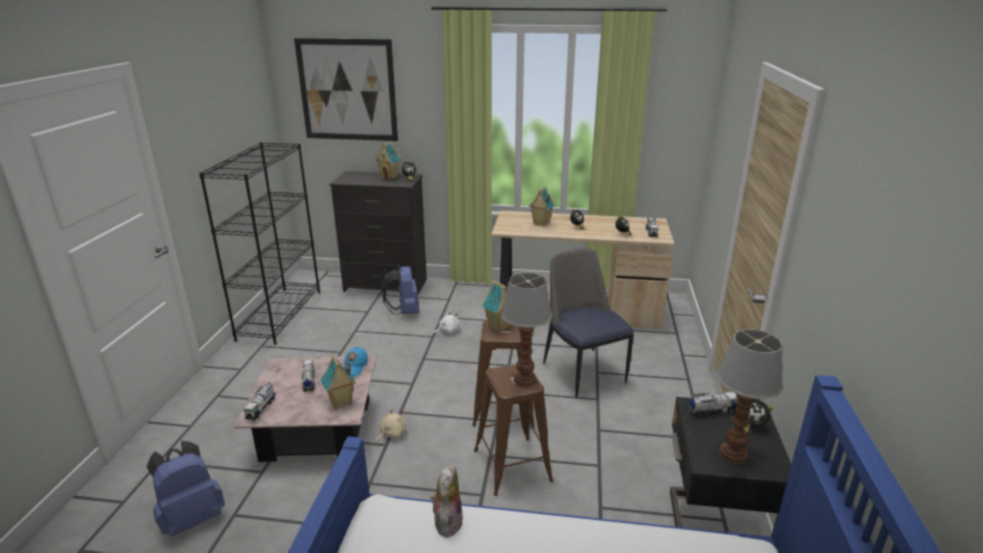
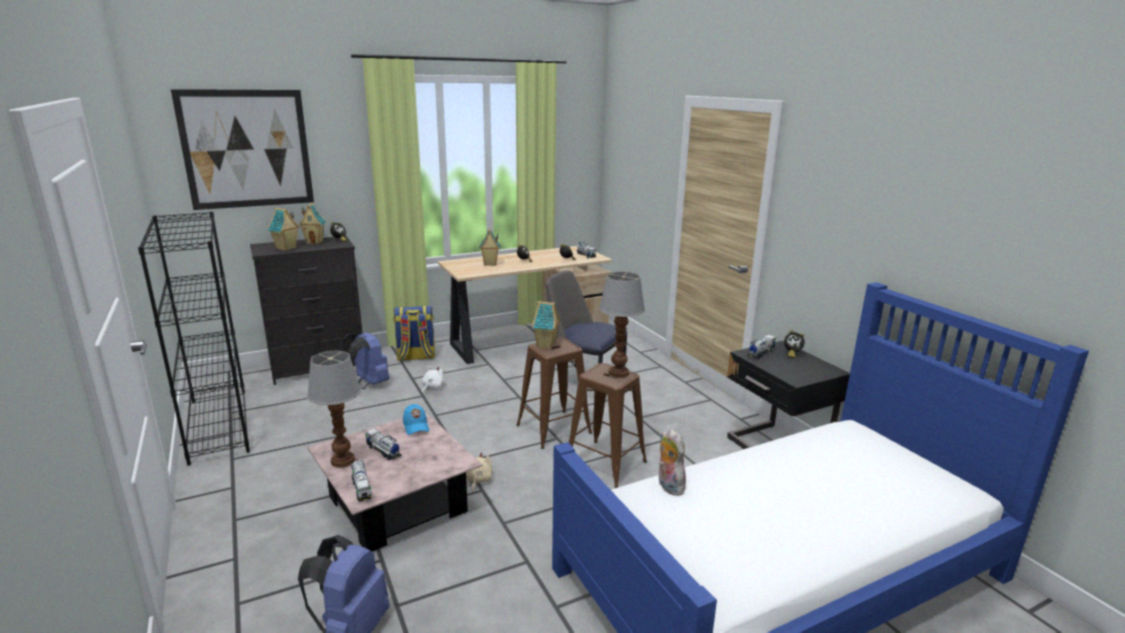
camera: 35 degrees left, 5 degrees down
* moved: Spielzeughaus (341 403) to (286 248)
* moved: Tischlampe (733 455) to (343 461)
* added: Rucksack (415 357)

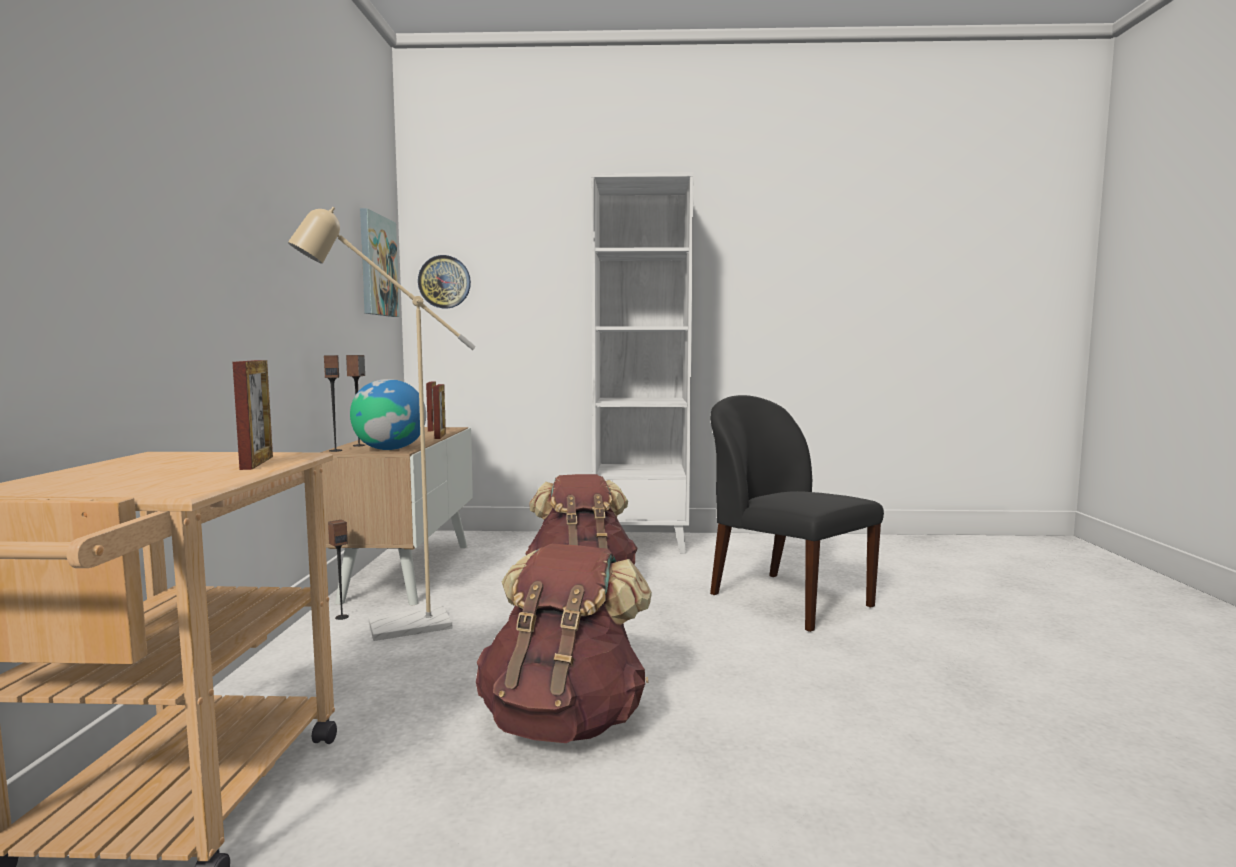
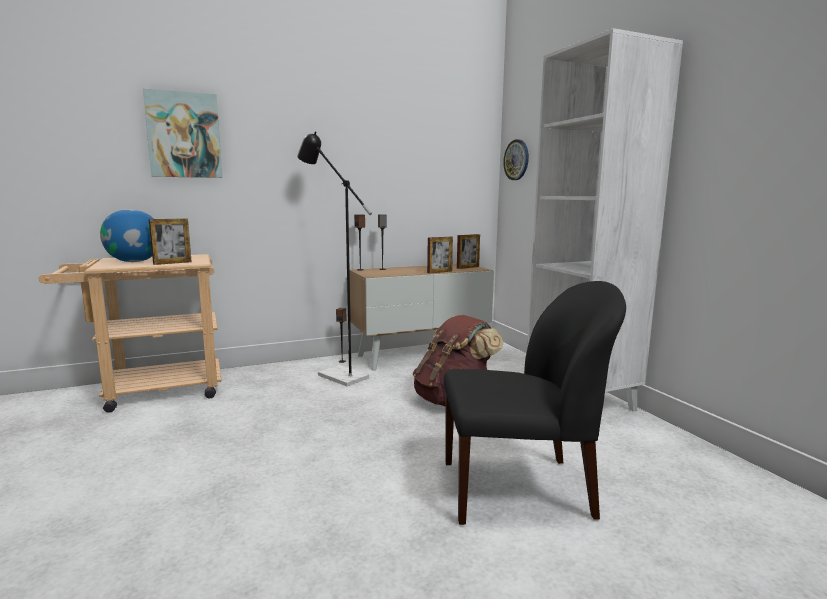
camera: 65 degrees right, 5 degrees up
* recoloured: Stehlampe [beige] (393 628) to Stehlampe [schwarz] (336 374)
* moved: Globus (389 449) to (134 261)
* moved: Bild (377 266) to (184 135)
* removed: Rucksack [braun] (564 721)
* turned: Stuhl [schwarz] (787 600) = (519 489) 60 degrees clockwise

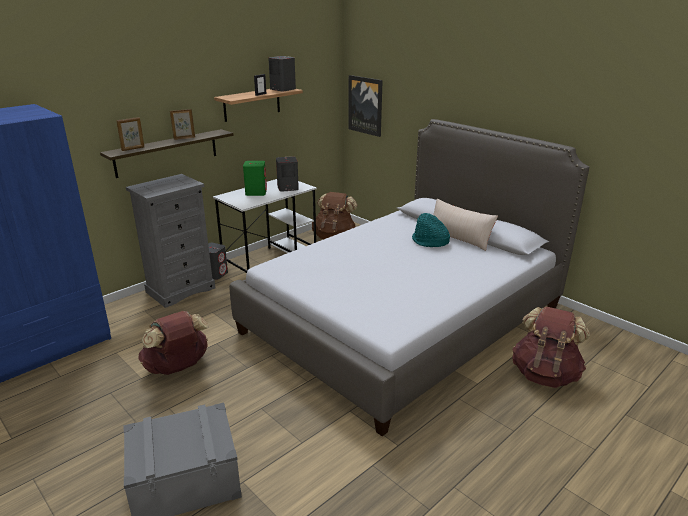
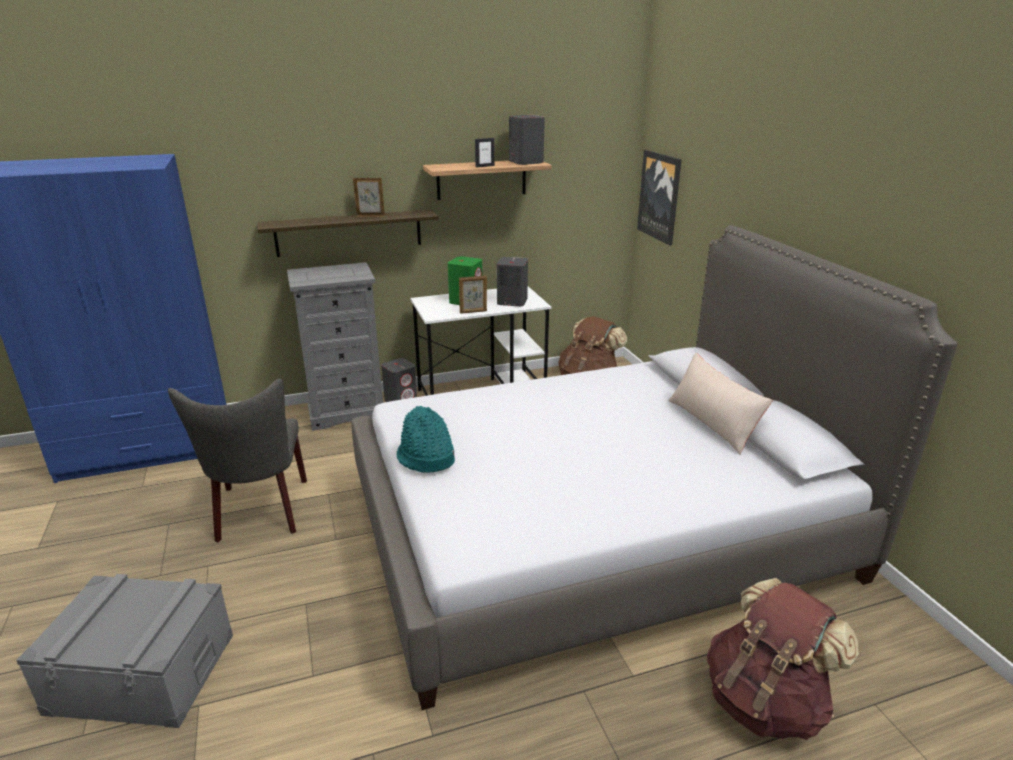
camera: 25 degrees right, 0 degrees up
* moved: Bilderrahmen (133 149) to (473 312)
* replaced: Rucksack [braun] (177 367) to Stuhl [grau] (261 513)
* moved: Hut [türkis] (430 242) to (425 458)

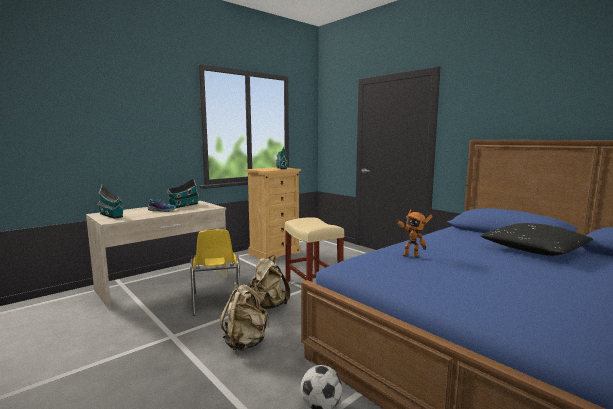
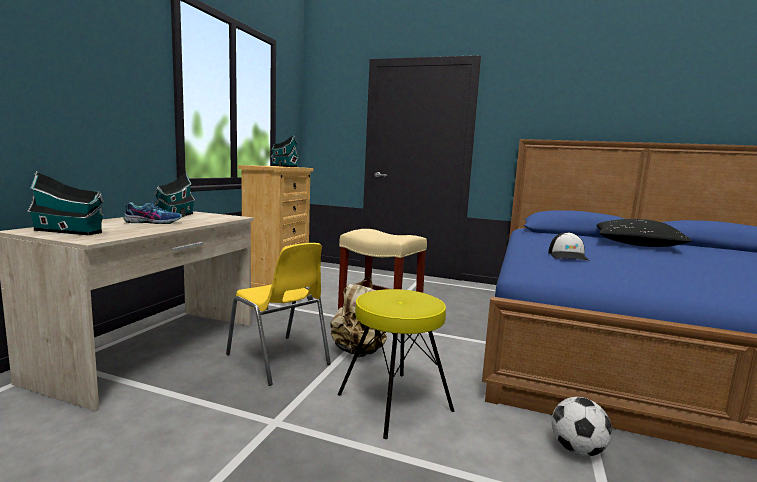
camera: 30 degrees left, 0 degrees up
* replaced: Rucksack [beige] (246 342) to Hocker [gelb] (393 402)
* replaced: Spielzeugroboter (410 255) to Kappe (568 256)

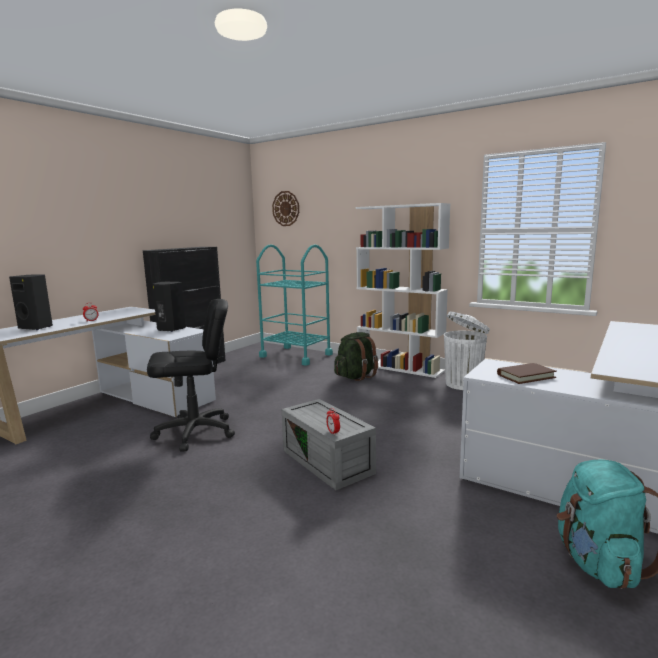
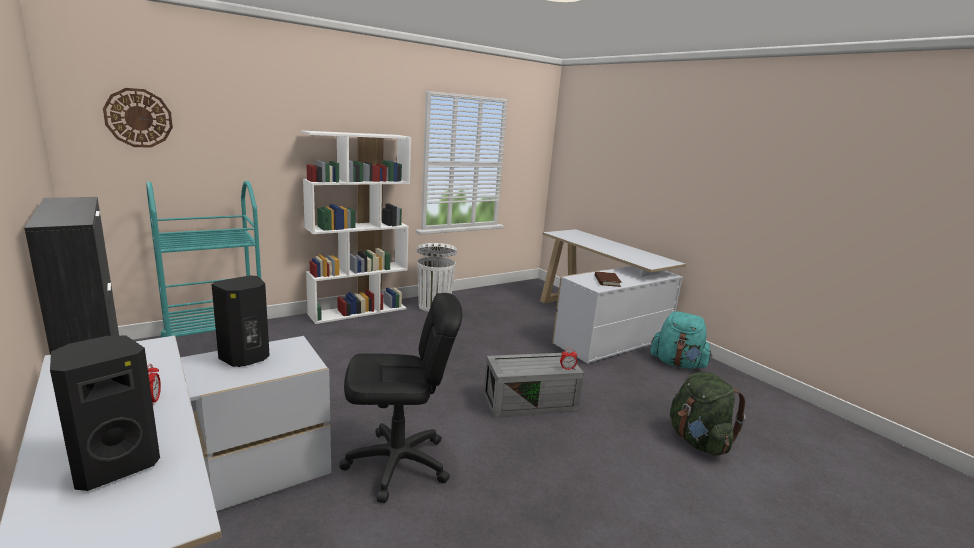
camera: 70 degrees left, 5 degrees up
* turned: Bürostuhl [schwarz] (195 432) = (398 464) 75 degrees clockwise
* moved: Rucksack [grün] (356 376) to (698 441)

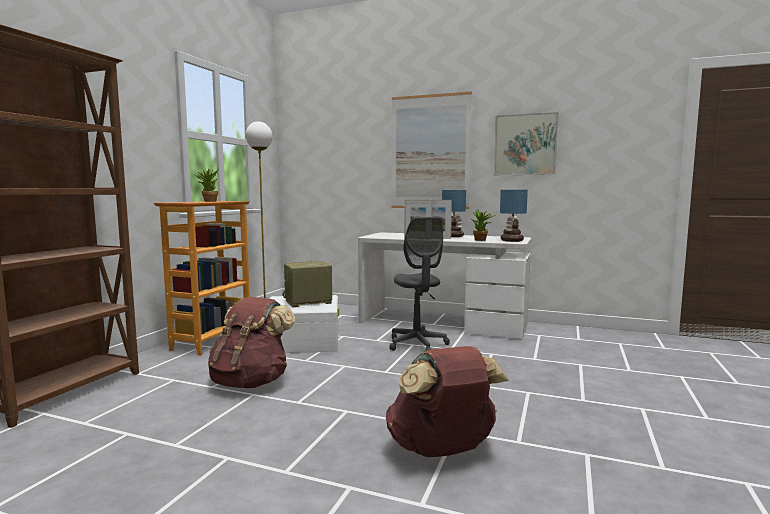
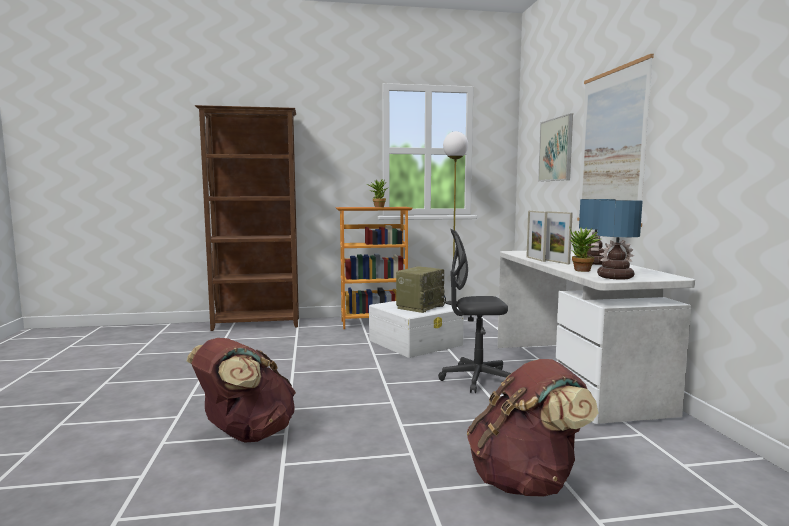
camera: 60 degrees right, 0 degrees up
* moved: Rucksack [braun] (251 382) to (526 481)
* turned: Radio (307 302) = (420 306) 90 degrees clockwise
* turned: Bürostuhl [grau] (417 344) = (476 379) 45 degrees clockwise
* moved: Bild (525 144) to (556 149)

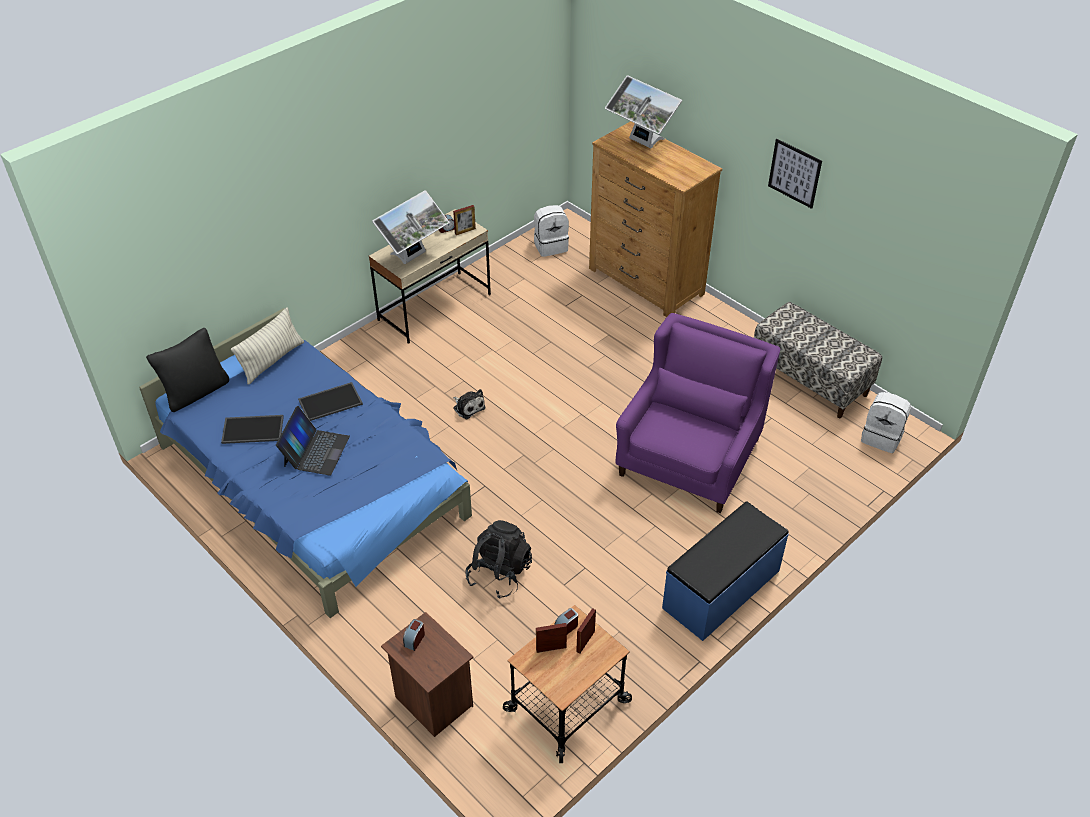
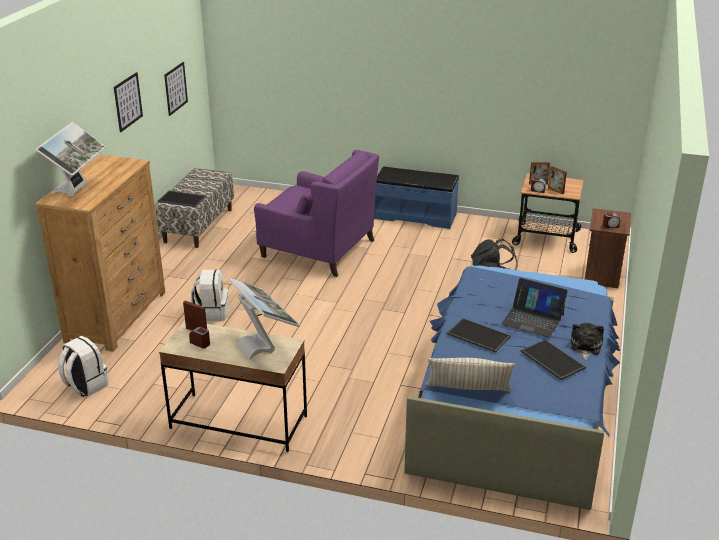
camera: 120 degrees left, 15 degrees down
* removed: Kissen [schwarz] (196 392)
* turned: Laptop (315 451) = (533 319) 135 degrees counterclockwise
* turned: Monitor (414 257) = (264 345) 45 degrees clockwise
* moved: Plüschtier (468 407) to (585 347)
* turned: Sessel [lila] (689 457) = (318 248) 150 degrees counterclockwise
* moved: Rucksack [weiß] (882 437) to (212 313)
* added: Tablett (183 199)
* added: Bild (175 88)

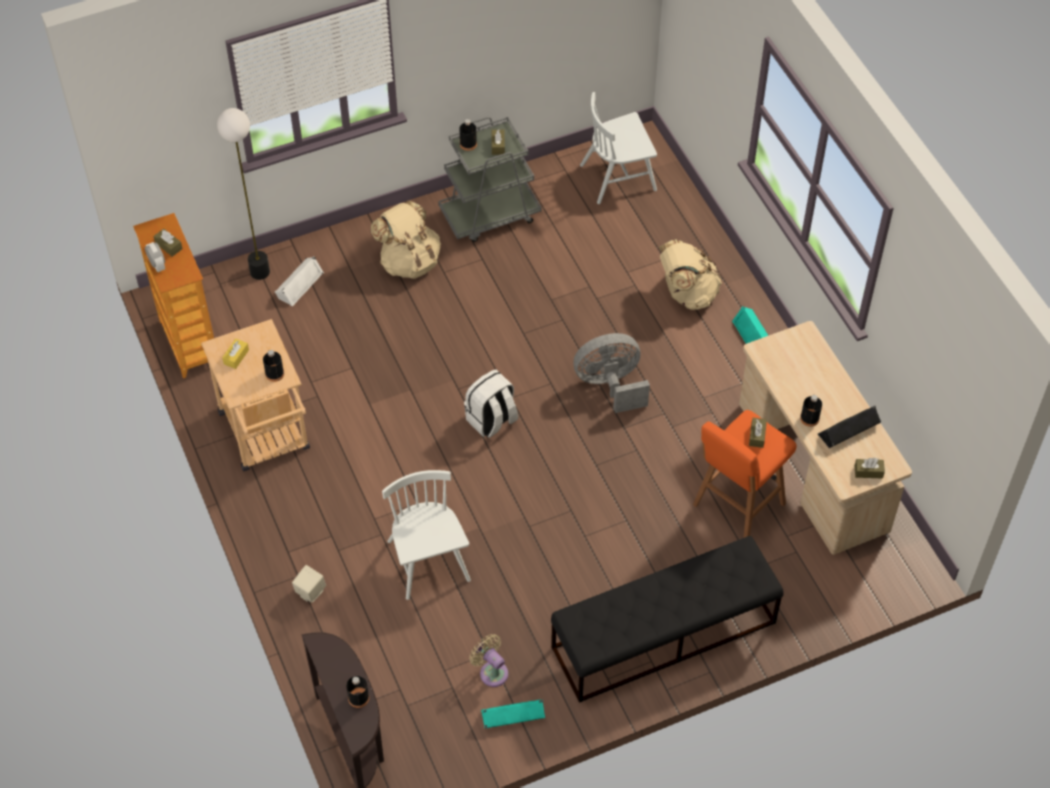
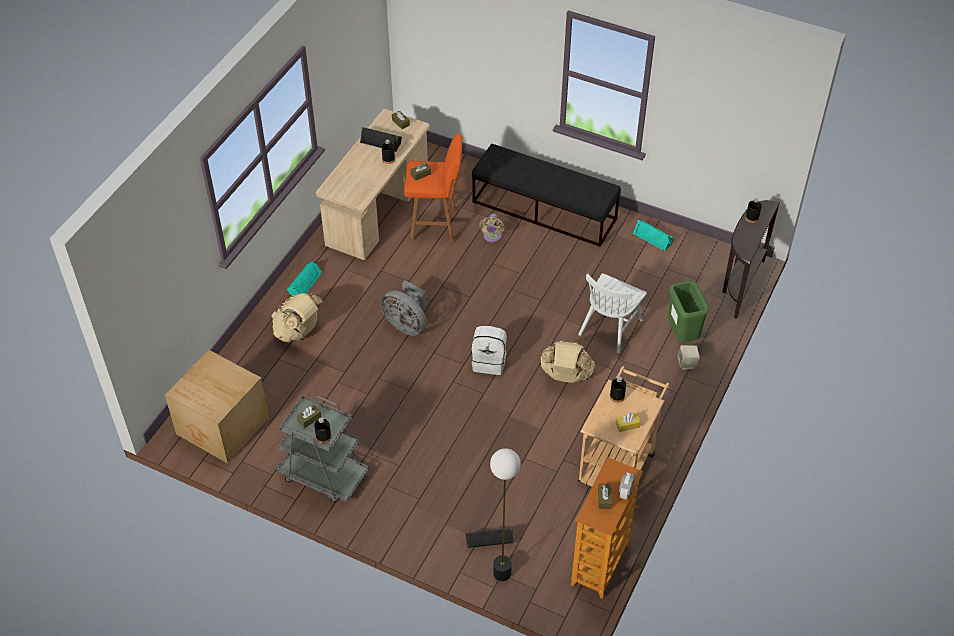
camera: 130 degrees left, 5 degrees down
* recoloured: Lautsprecher [weiß] (299 284) to Lautsprecher [schwarz] (489 540)
* moved: Rucksack [beige] (409 261) to (566 375)
* moved: Ventilator [beige] (491 671) to (492 237)
* replaced: Stuhl [weiß] (618 177) to Karton (223 427)
* added: Mülleimer [grün] (683 335)

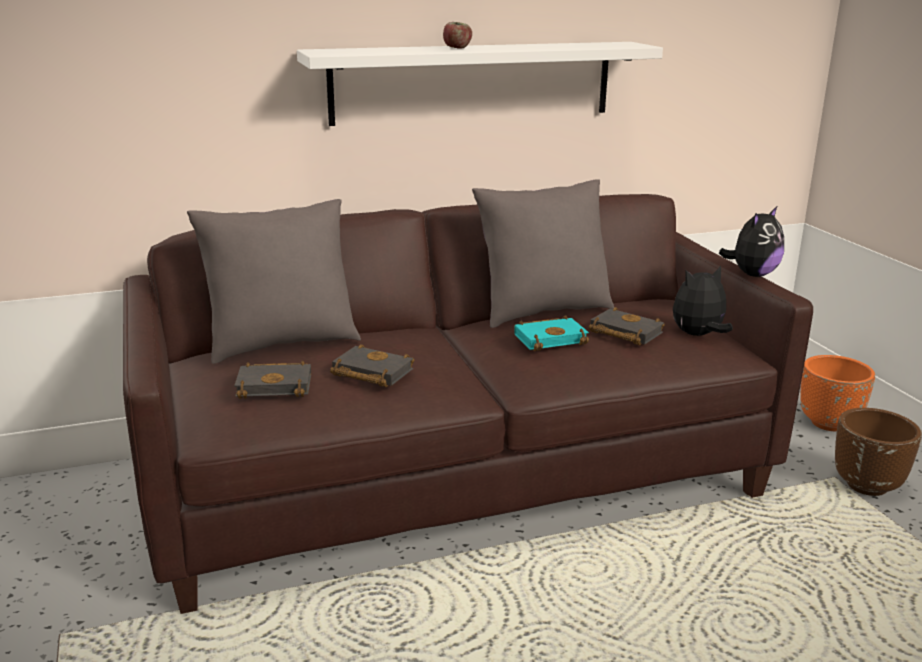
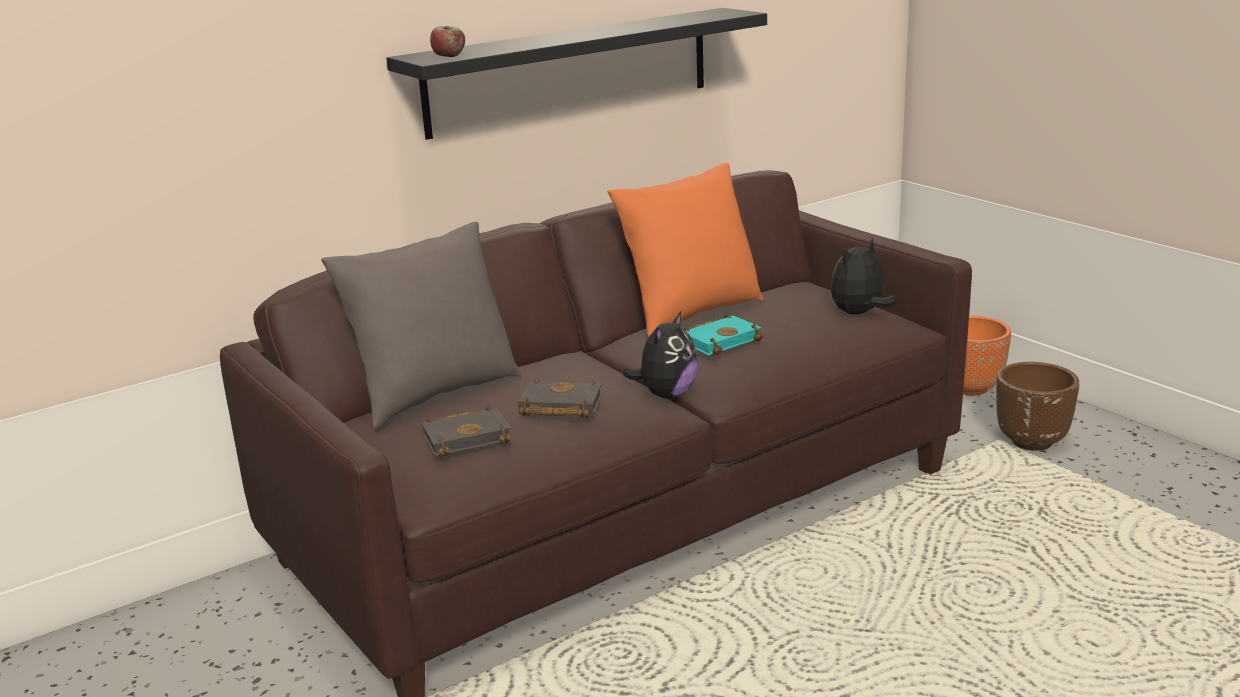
camera: 15 degrees left, 0 degrees up
* recoloured: Wandregal [weiß] (473 82) to Wandregal [schwarz] (570 71)
* moved: Apfel (457 48) to (449 57)
* recoloured: Kissen [grau] (542 312) to Kissen [orange] (690 315)
* removed: Buch [schwarz] (623 332)
* moved: Plüschtier (752 274) to (666 394)

